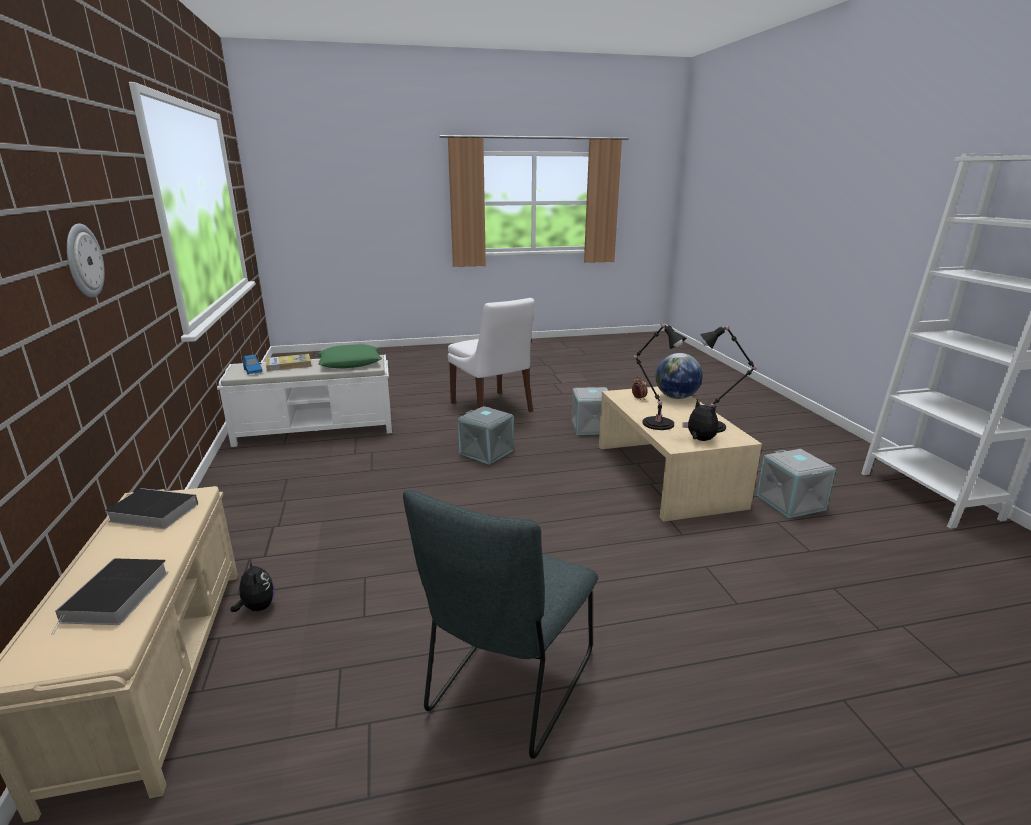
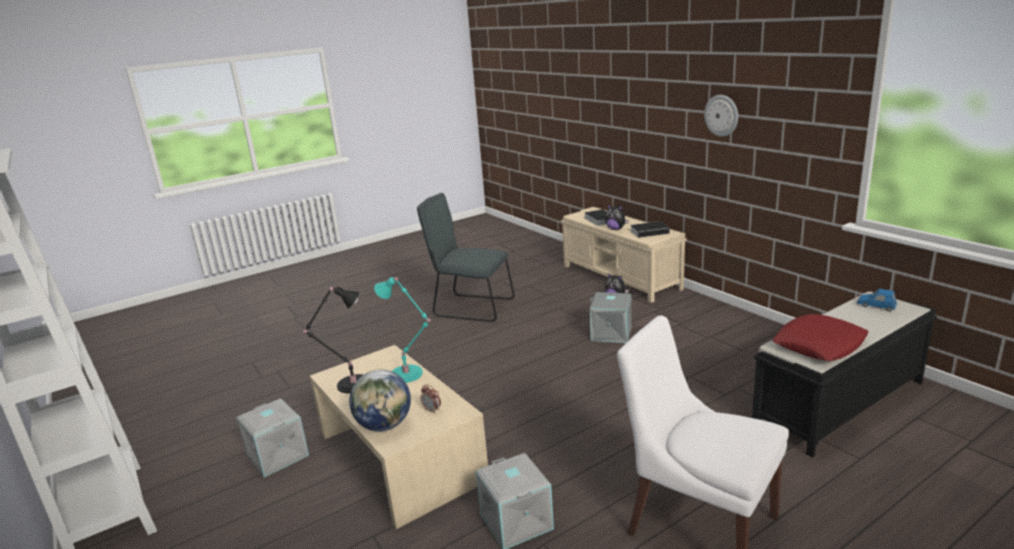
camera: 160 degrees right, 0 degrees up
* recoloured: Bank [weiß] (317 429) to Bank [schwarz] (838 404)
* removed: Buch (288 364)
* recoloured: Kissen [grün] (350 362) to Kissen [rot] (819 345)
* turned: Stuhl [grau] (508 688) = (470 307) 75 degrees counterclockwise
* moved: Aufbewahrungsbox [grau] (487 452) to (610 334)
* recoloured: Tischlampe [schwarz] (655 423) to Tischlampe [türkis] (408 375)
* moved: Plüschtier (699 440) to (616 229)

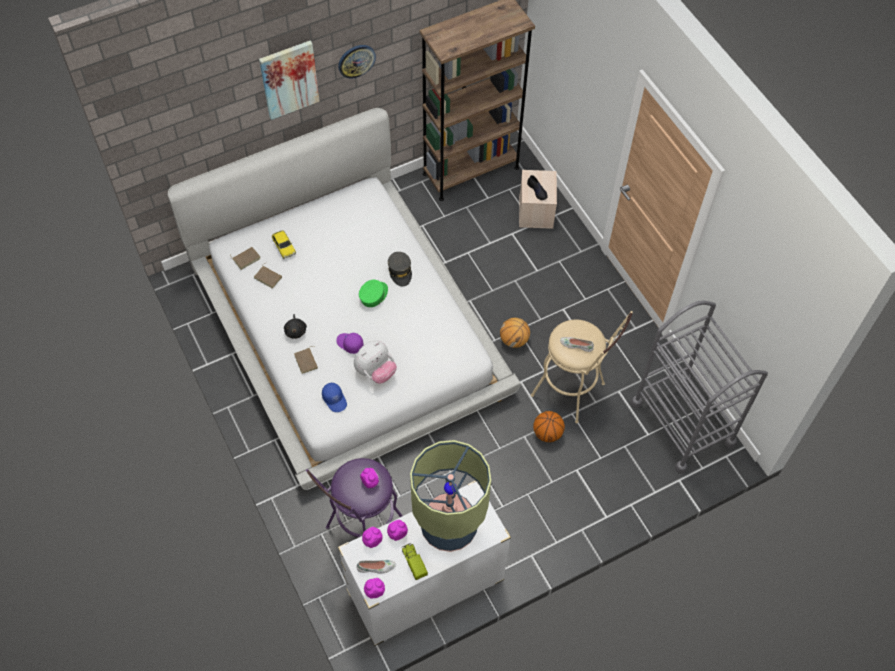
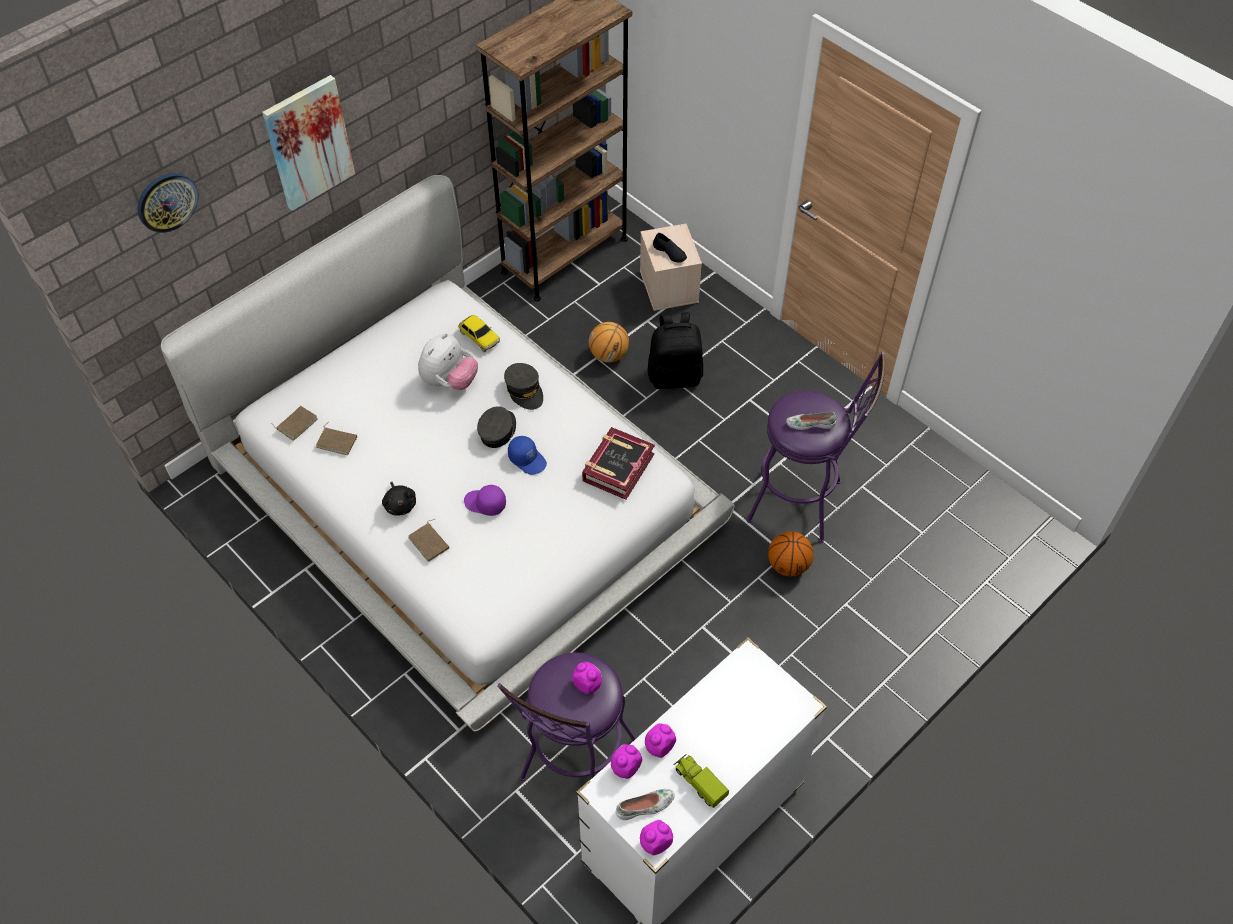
camera: 15 degrees left, 5 degrees down
* moved: Spielzeugauto (284 247) to (479 337)
* moved: Kappe [blau] (335 399) to (527 459)
* moved: Wanduhr (356 60) to (167 202)
* moved: Plüschtier (375 371) to (449 381)
* recoloured: Kappe [grün] (373 295) to Kappe [grau] (497 431)
* removed: Tischlampe (448 526)
* moved: Basketball (514 340) to (609 355)
* recoloured: Hocker [beige] (573 393) to Hocker [lila] (802 504)
* removed: Rollwagen [grau] (682 423)
* added: Buch (617 467)
* added: Rucksack [schwarz] (675 376)

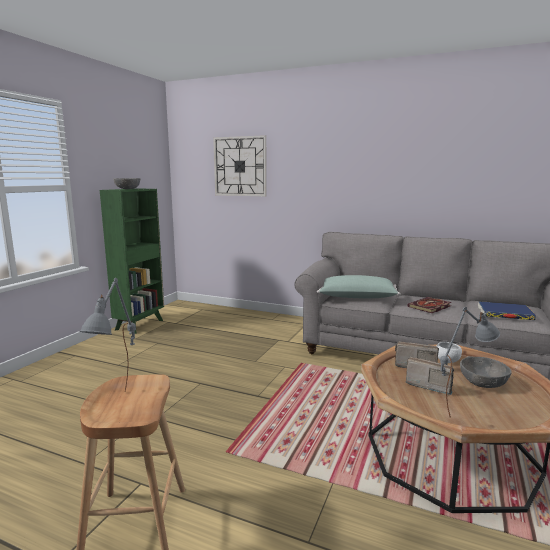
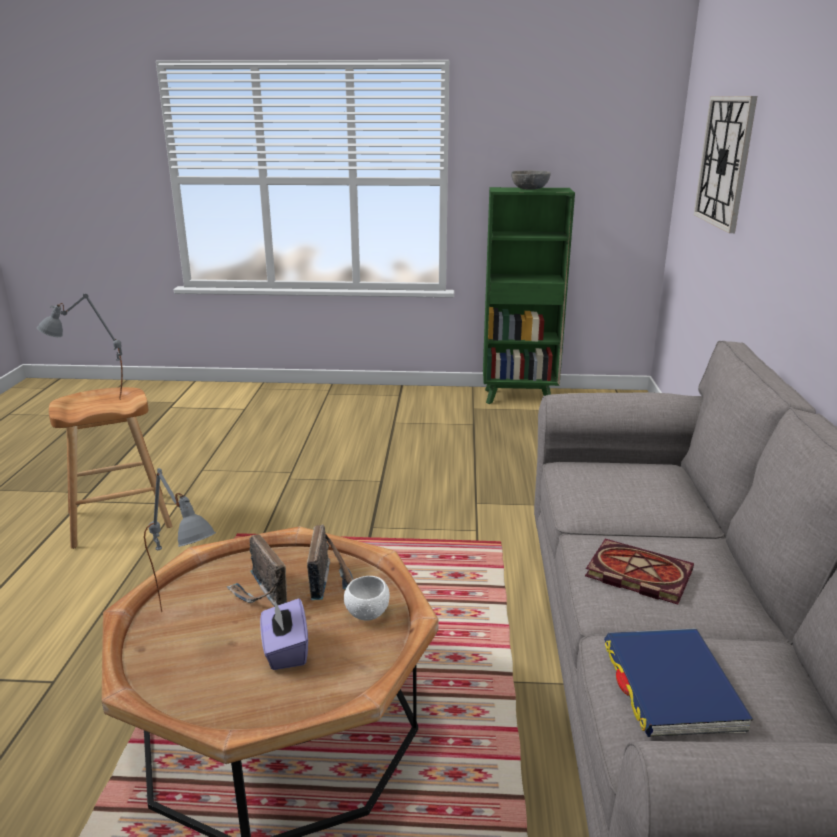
camera: 70 degrees right, 10 degrees up
* removed: Kissen [grün] (357 298)
* turned: Radio (428 385) = (259 593) 135 degrees clockwise
* replaced: Schüssel [grau] (482 383) to Taschentuchbox [lila] (285 650)

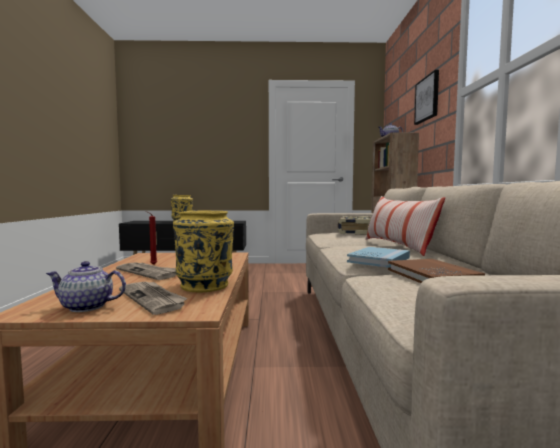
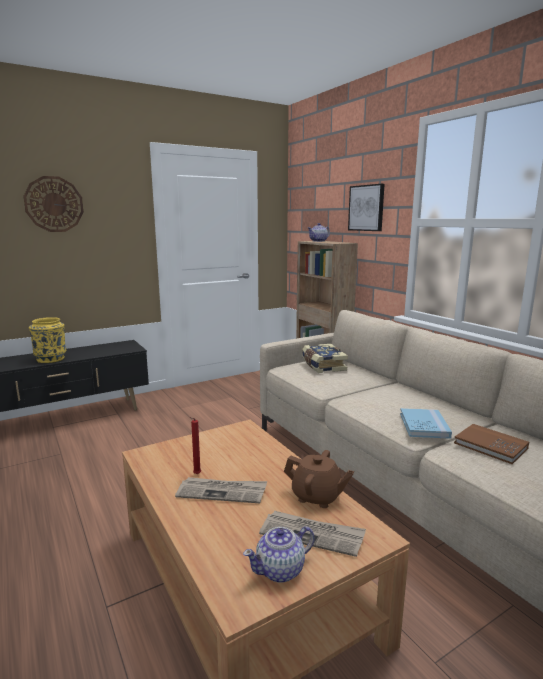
camera: 30 degrees left, 10 degrees up
* replaced: Vase [gelb] (205 285) to Teekanne [braun] (317 496)
* removed: Kissen (397 246)
* added: Wanduhr (54 204)

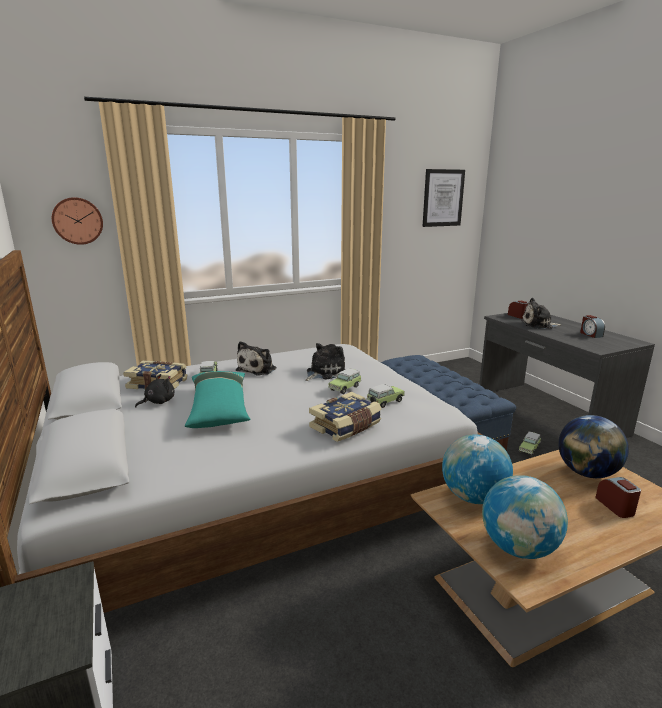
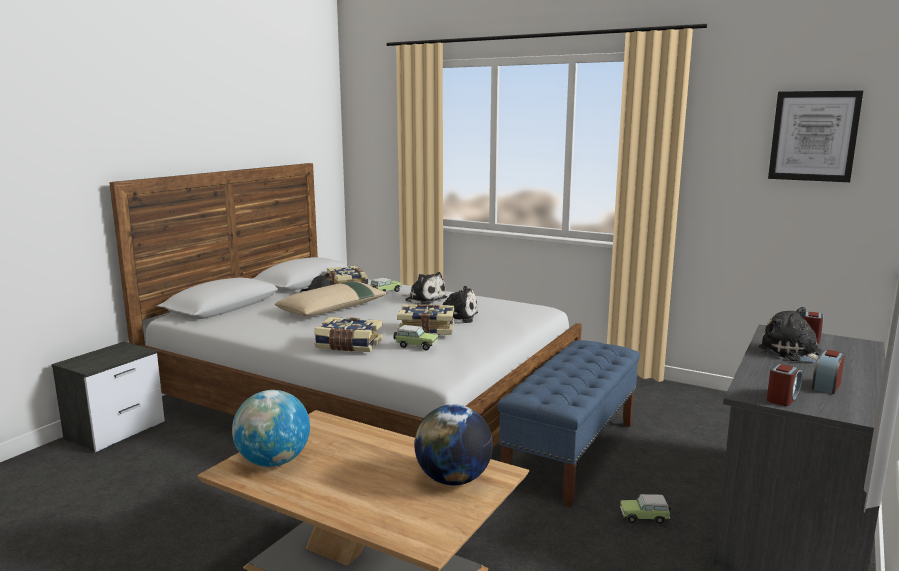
camera: 55 degrees right, 5 degrees down
* removed: Wanduhr (78 221)
* recoloured: Kissen [türkis] (219 407) to Kissen [beige] (333 309)
* turned: Plüschtier (258 369) = (424 299) 135 degrees counterclockwise
* replaced: Spielzeugauto (345 388) to Buch (426 329)
* removed: Globus (473 497)
* moved: Wecker (615 506) to (782 398)

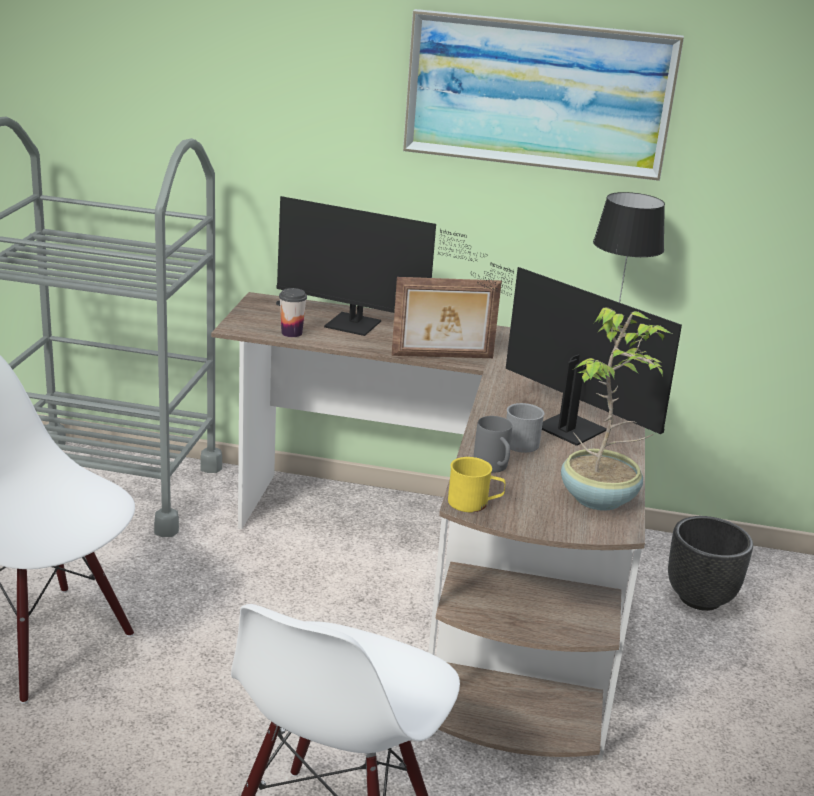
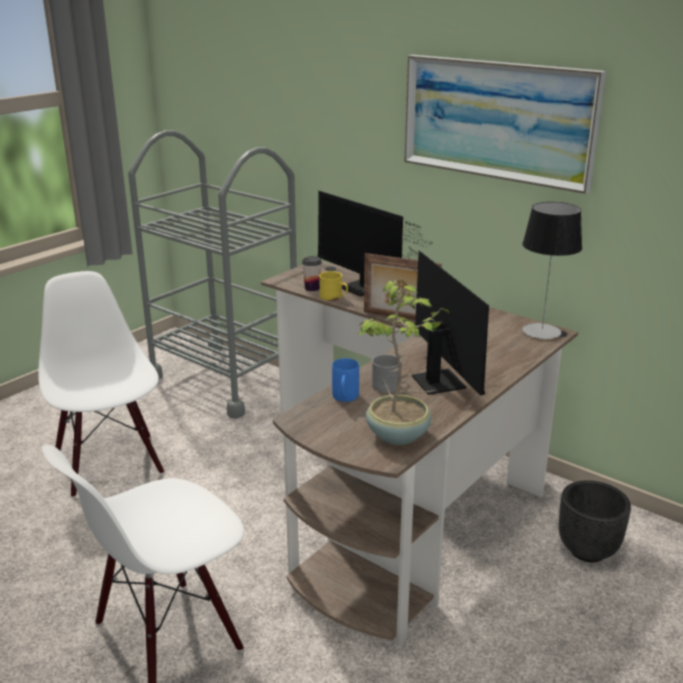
camera: 30 degrees right, 0 degrees up
* moved: Henkelbecher [gelb] (474 503) to (334 297)
* recoloured: Henkelbecher [grau] (493 468) to Henkelbecher [blau] (344 398)

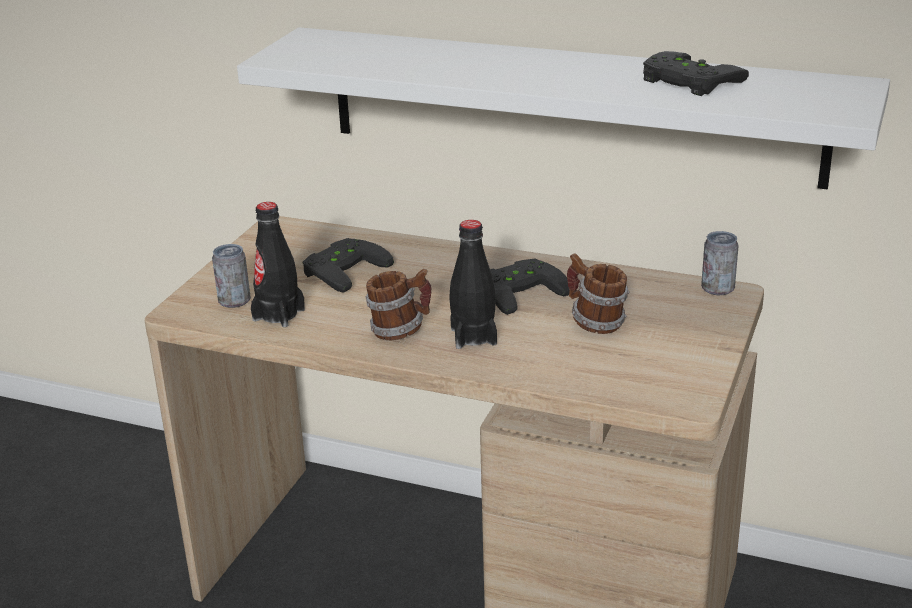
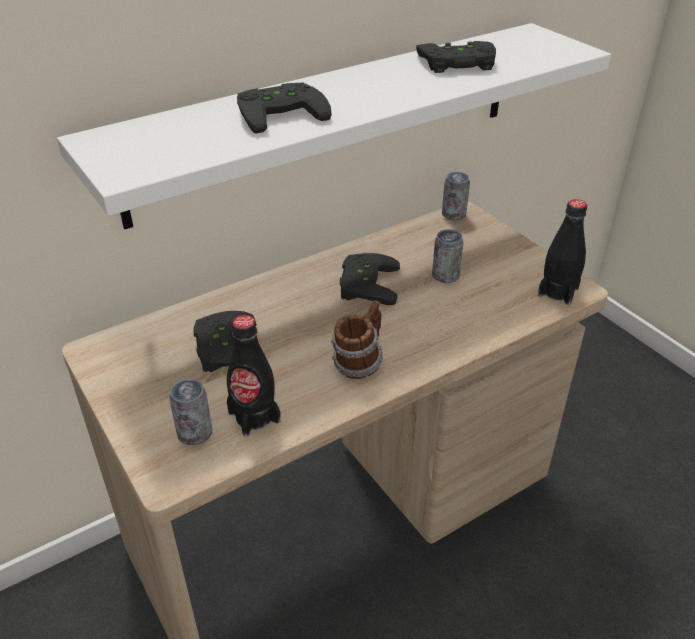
camera: 55 degrees left, 10 degrees up
* moved: Flasche [schwarz] (473 336) to (558 292)
* replaced: Henkelbecher (595 323) to Dose (445 276)
* added: Gamepad [schwarz] (280 112)

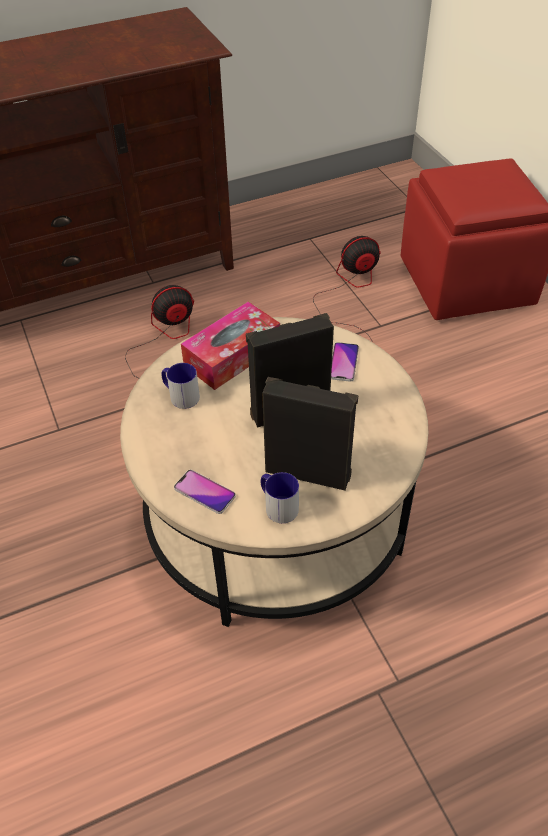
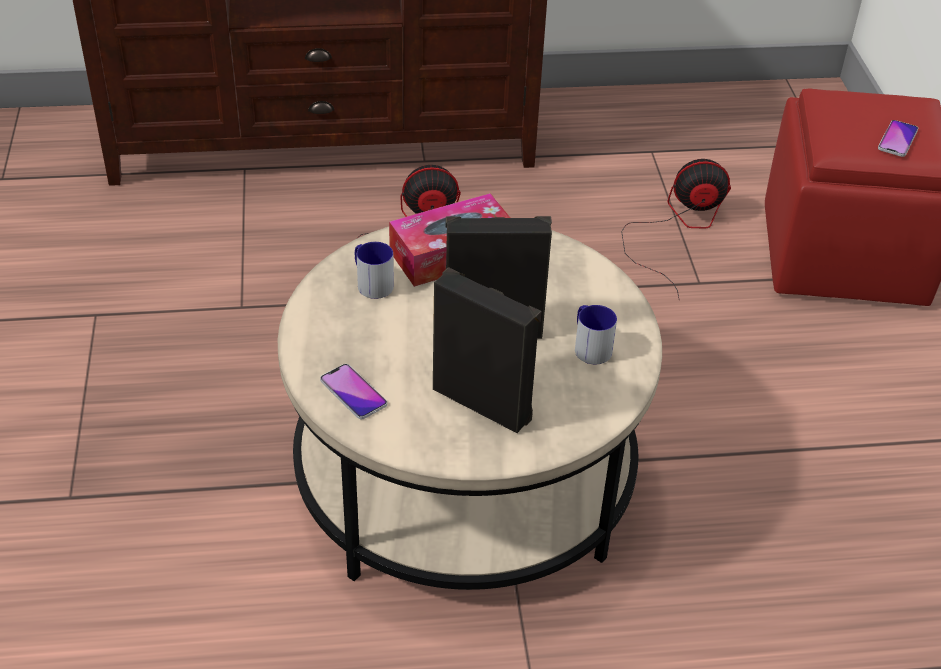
camera: 15 degrees right, 5 degrees down
* moved: Henkelbecher (277 505) to (589 346)
* moved: Handy (343 362) to (897 139)

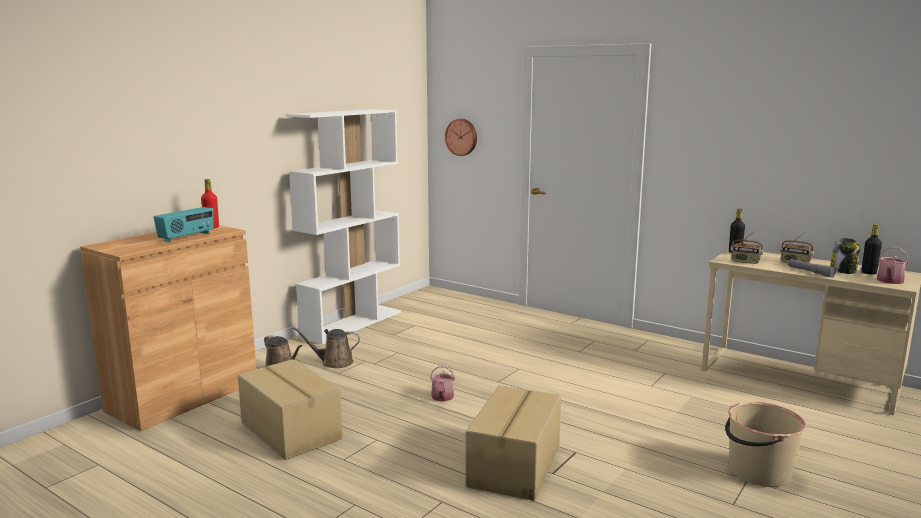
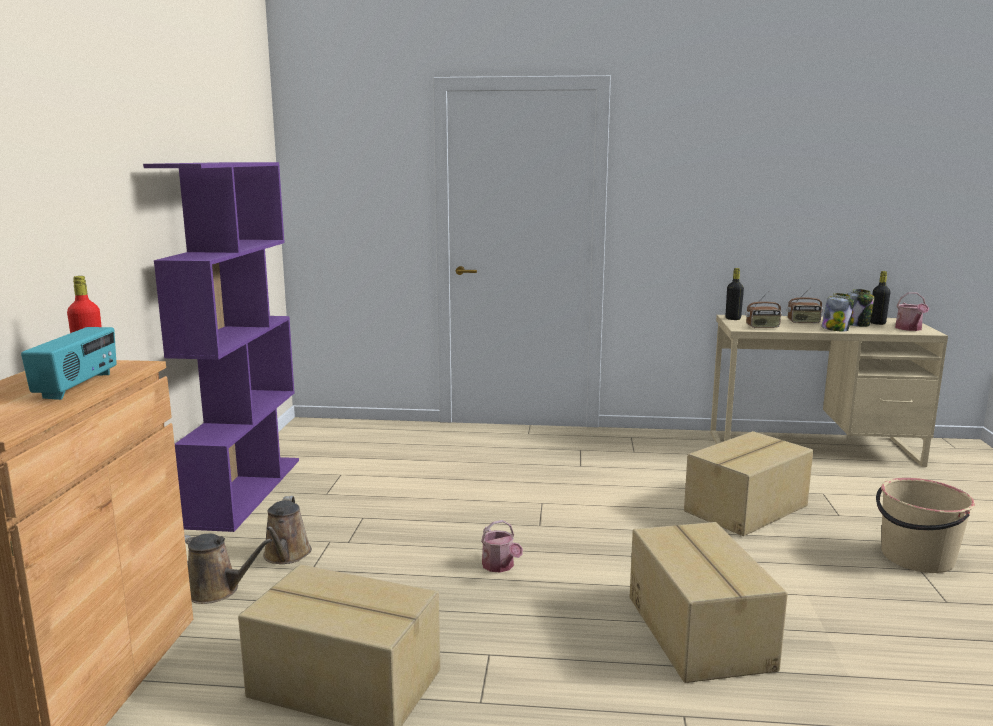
camera: 30 degrees left, 0 degrees up
* recoloured: Bücherregal [weiß] (352 323) to Bücherregal [lila] (246 491)
* turned: Gießkanne [braun] (334 362) = (286 555) 60 degrees counterclockwise
* removed: Wanduhr (462 137)
* replaced: Taschenlampe [grau] (810 272) to Vorratsglas (835 329)
* added: Karton (747 509)

